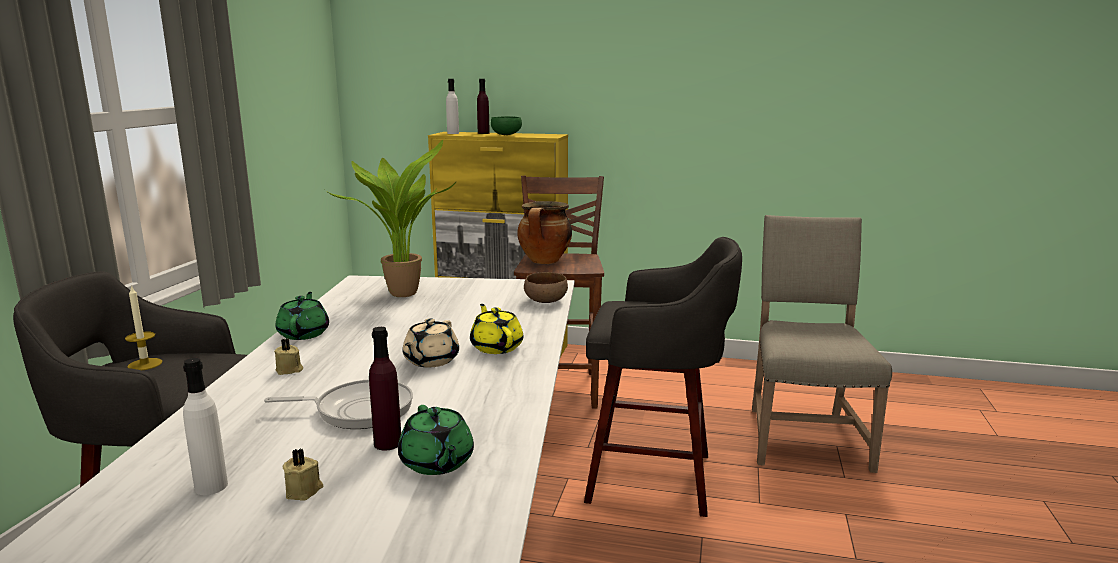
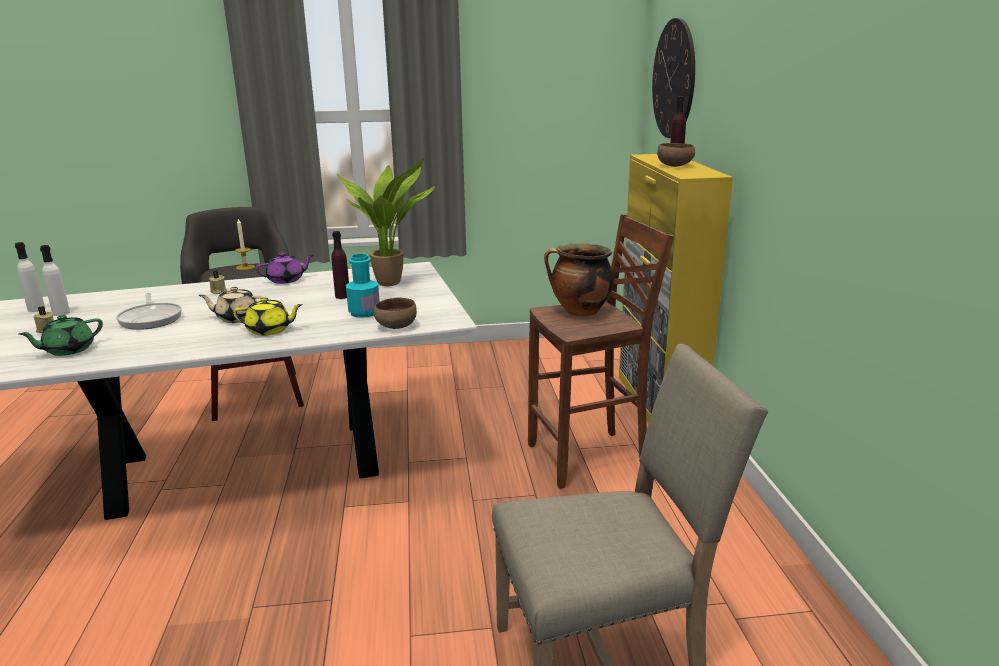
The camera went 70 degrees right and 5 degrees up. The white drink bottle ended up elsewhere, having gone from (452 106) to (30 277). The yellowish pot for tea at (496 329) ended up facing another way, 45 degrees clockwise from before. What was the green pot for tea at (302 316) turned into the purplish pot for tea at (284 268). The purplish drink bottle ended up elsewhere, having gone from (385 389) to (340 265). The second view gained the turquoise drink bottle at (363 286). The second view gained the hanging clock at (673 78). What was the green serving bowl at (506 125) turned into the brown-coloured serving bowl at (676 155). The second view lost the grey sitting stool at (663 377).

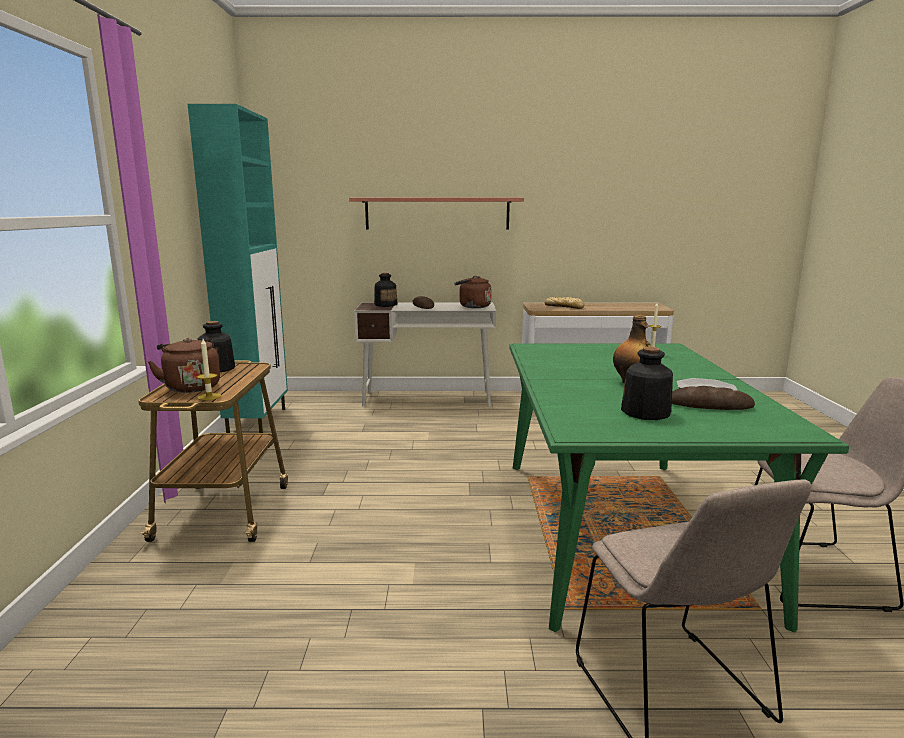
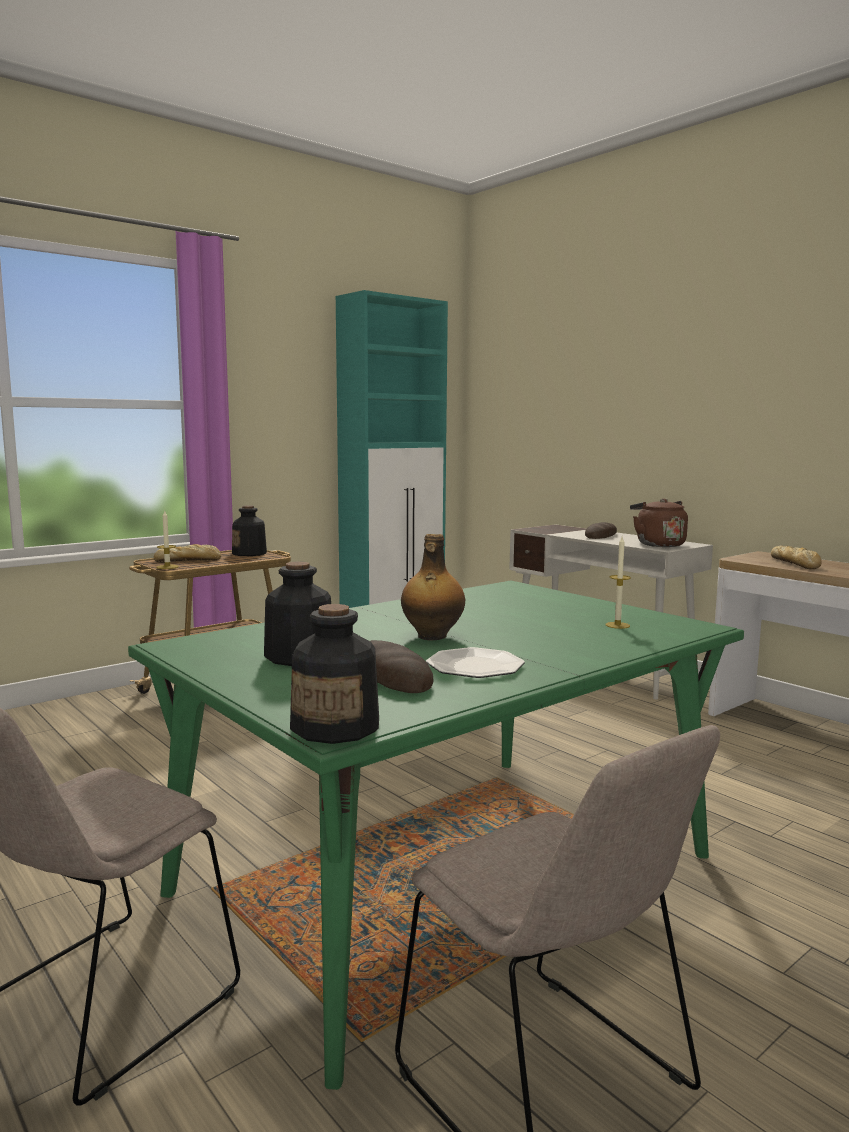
The camera went 50 degrees right and 5 degrees down. Where the brown-coloured water kettle stood at (184 365), the baked bread came to stand at (187 553). The drink bottle ended up elsewhere, having gone from (386 290) to (334 674). The second view lost the bracket shelf at (436 213).

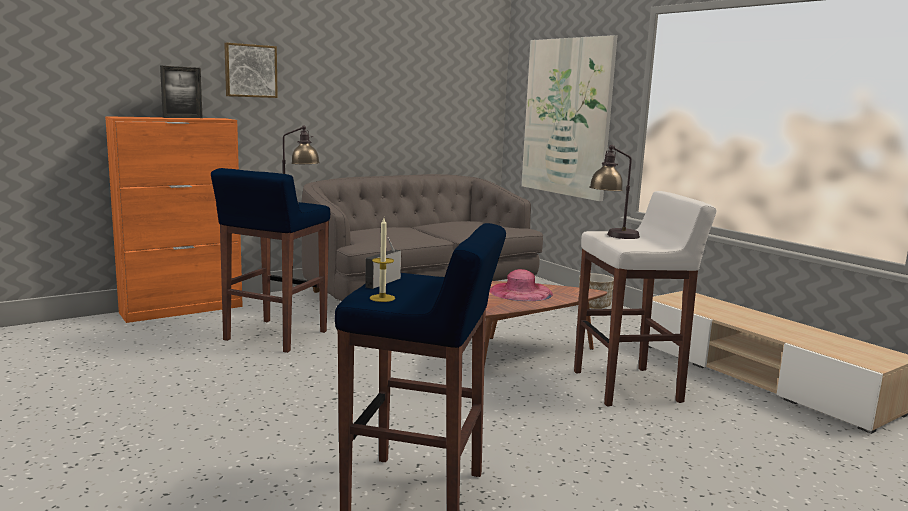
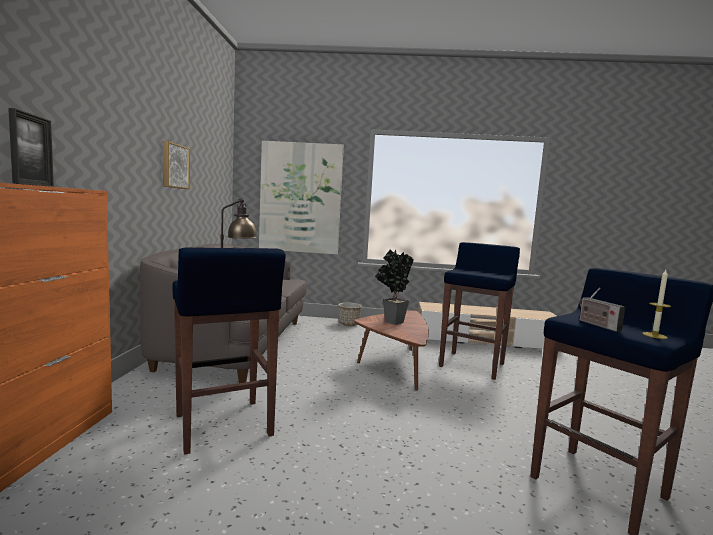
The camera went 50 degrees left and 5 degrees down. The wall art ended up elsewhere, having gone from (251 70) to (176 165). Where the pinkish hat stood at (521 285), the plant in a pot came to stand at (394 287). What was the white sitting stool at (645 299) turned into the bluish sitting stool at (479 311). The second view lost the tabletop lamp at (614 192).

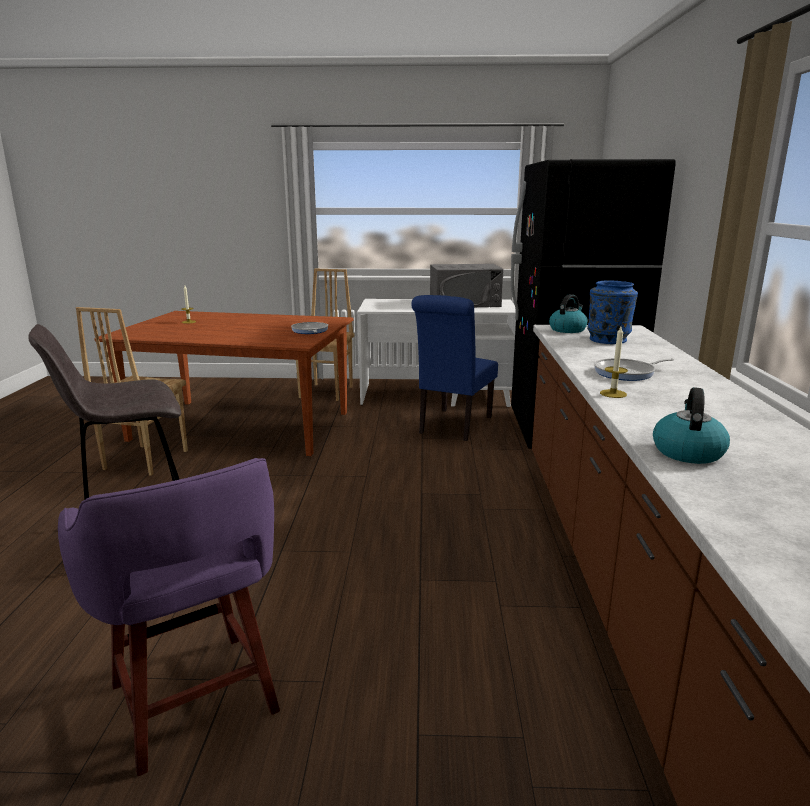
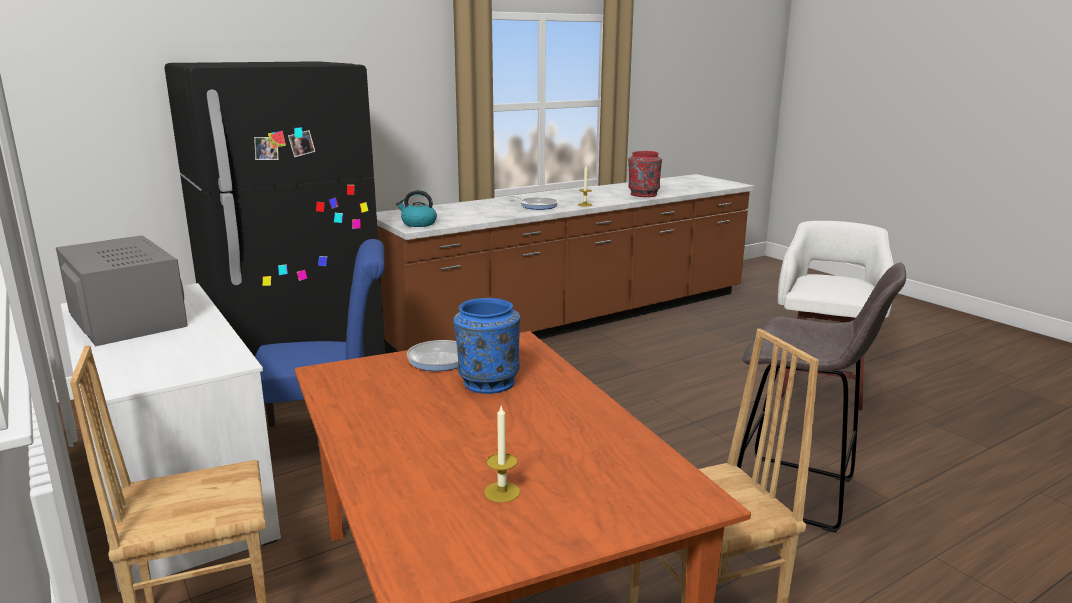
The camera went 125 degrees left and 0 degrees up. The bluish decorative vase ended up elsewhere, having gone from (612 312) to (486 346). Where the water kettle stood at (691 425), the red-coloured decorative vase came to stand at (645 174). What was the purplish sitting stool at (169 617) turned into the white sitting stool at (836 315).

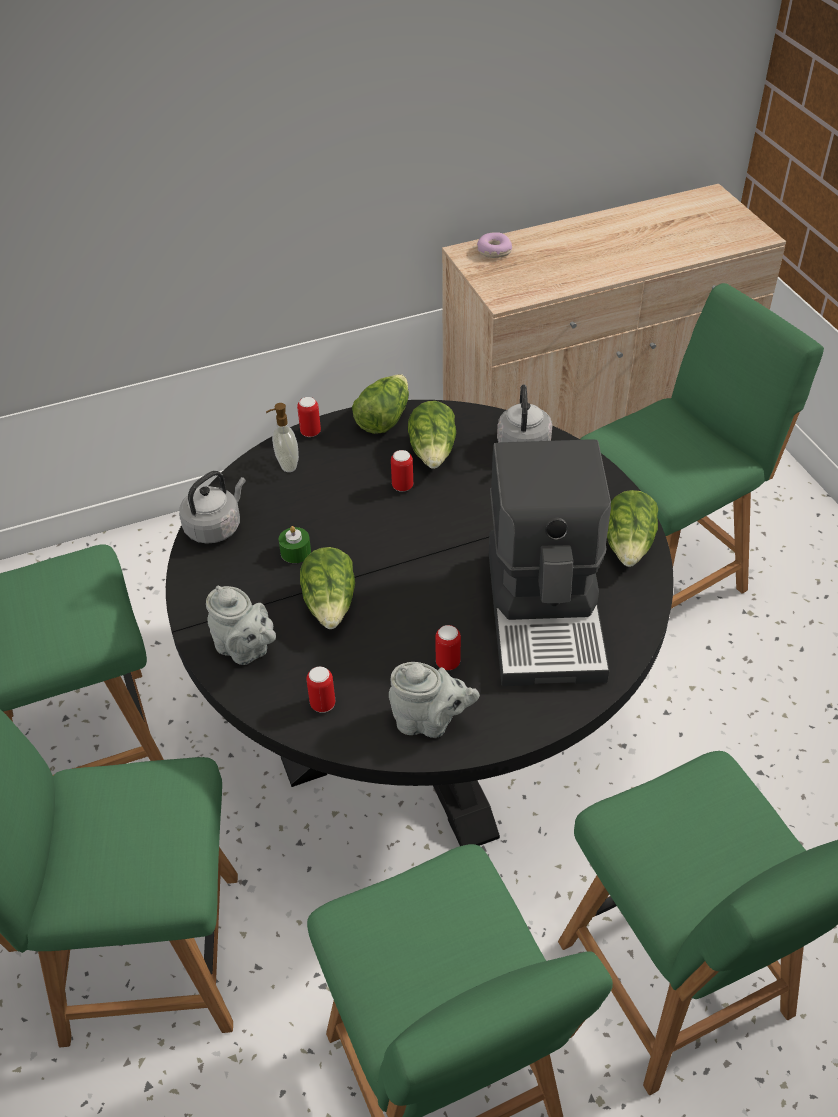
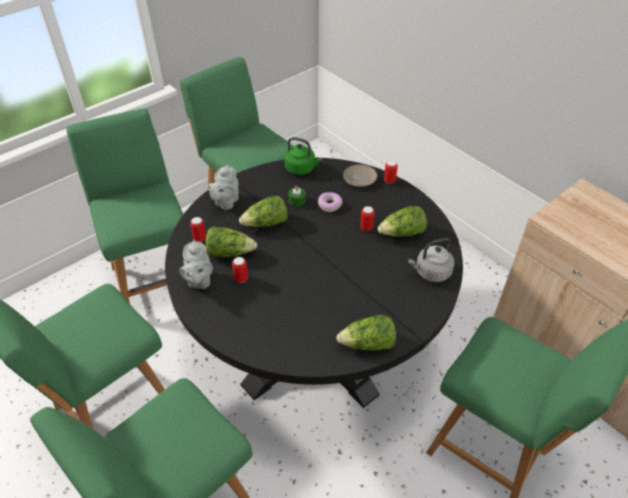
The camera went 70 degrees right and 0 degrees up. The lettuce head ended up elsewhere, having gone from (380 404) to (231 241). What was the grey water kettle at (212 507) turned into the green water kettle at (303 156). The doughnut ended up elsewhere, having gone from (494 245) to (330 202). Where the soap dispenser stood at (282 437), the beige flat dish came to stand at (360 176). The second view lost the coffee brewer at (550 562).

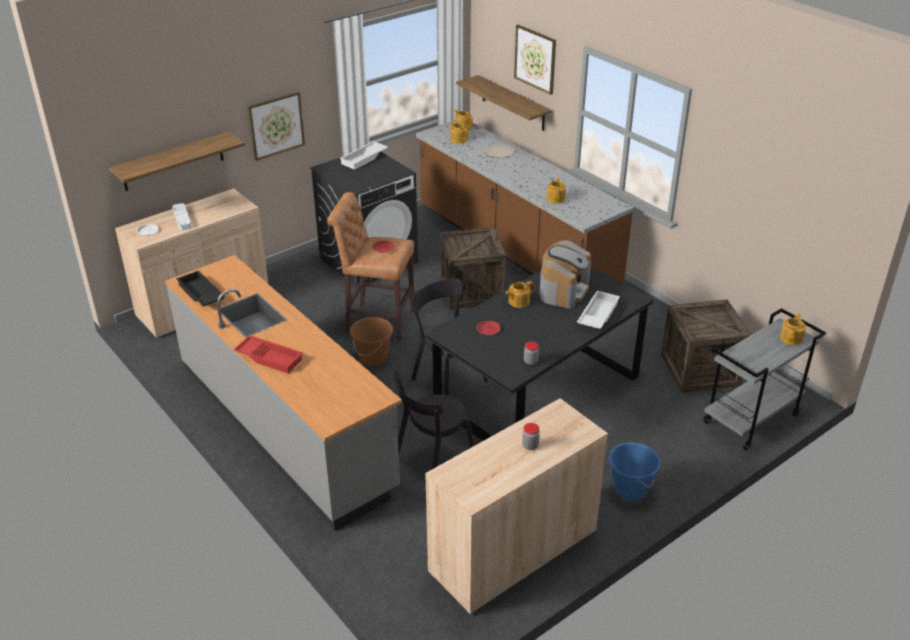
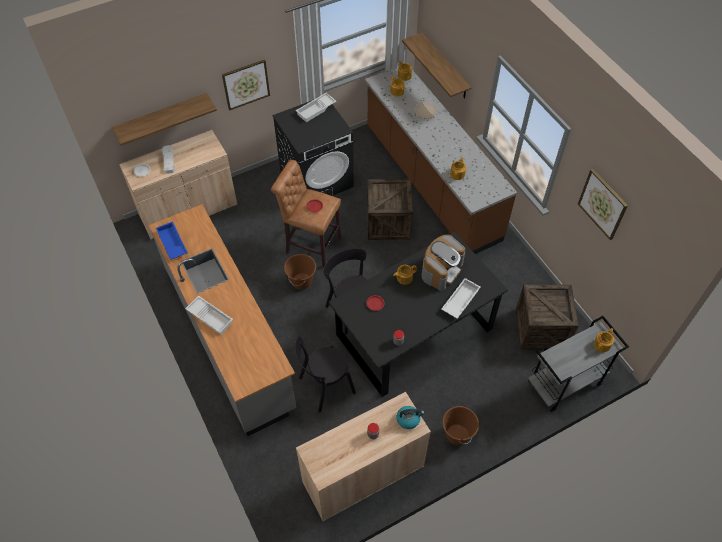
The camera went 10 degrees right and 20 degrees up. What was the black-coloured tray at (200 288) turned into the bluish tray at (172 240). What was the red-coloured tray at (268 354) turned into the white tray at (209 315). The second view gained the water kettle at (410 417). What was the bluish pail at (634 472) turned into the brown-coloured pail at (460 425). The wall art ended up elsewhere, having gone from (535 60) to (603 204).

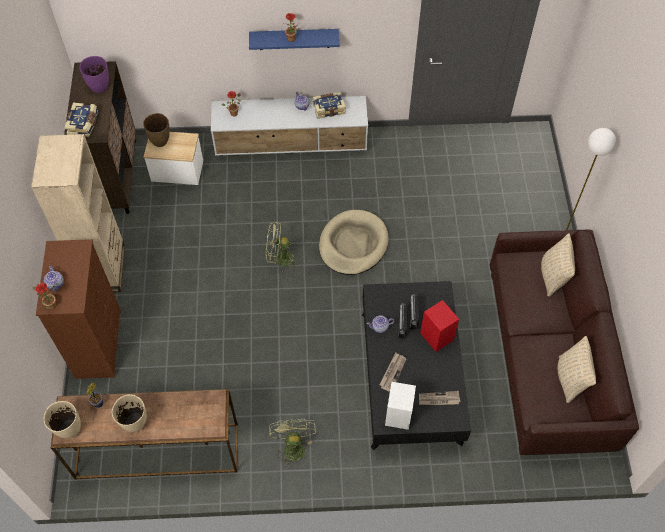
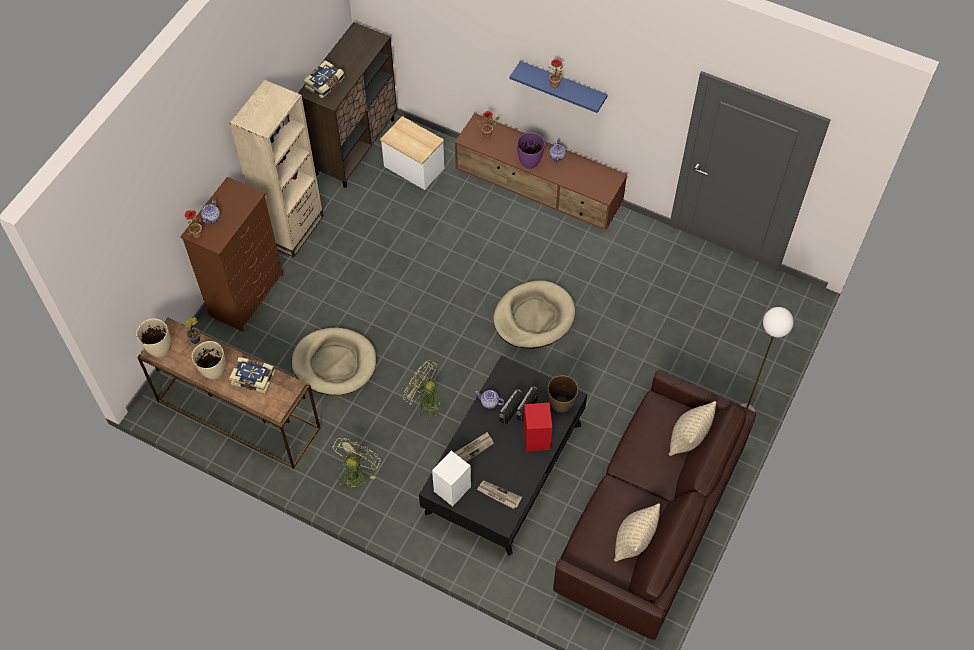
The camera went 30 degrees right and 0 degrees up. The volume ended up elsewhere, having gone from (329 105) to (252 375). The second view gained the beige dog cushion at (333 361). The green electric fan ended up elsewhere, having gone from (282 247) to (422 389). What was the white tv unit at (289 126) turned into the brown-coloured tv unit at (541 171). The purplish decorative vase ended up elsewhere, having gone from (94 74) to (531 150). The brown-coloured decorative vase ended up elsewhere, having gone from (156 130) to (562 394).

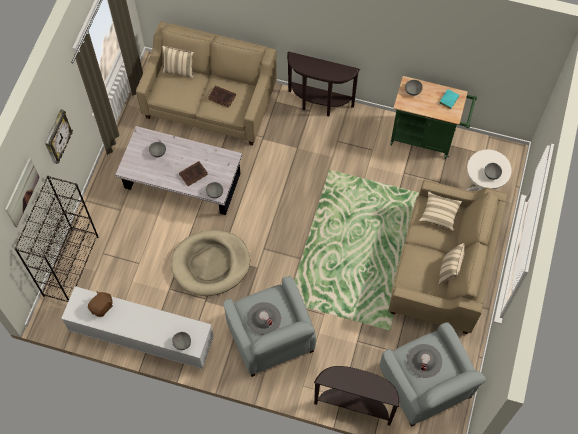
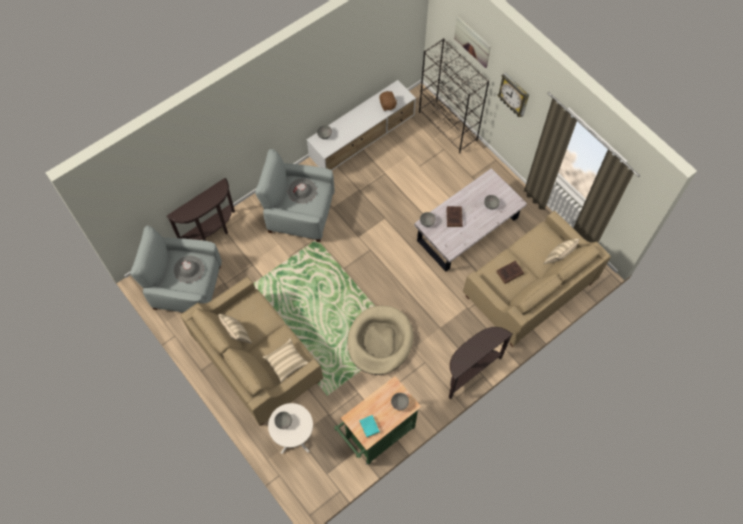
The camera went 125 degrees right and 0 degrees up. The beige dog cushion ended up elsewhere, having gone from (210 263) to (380 340).

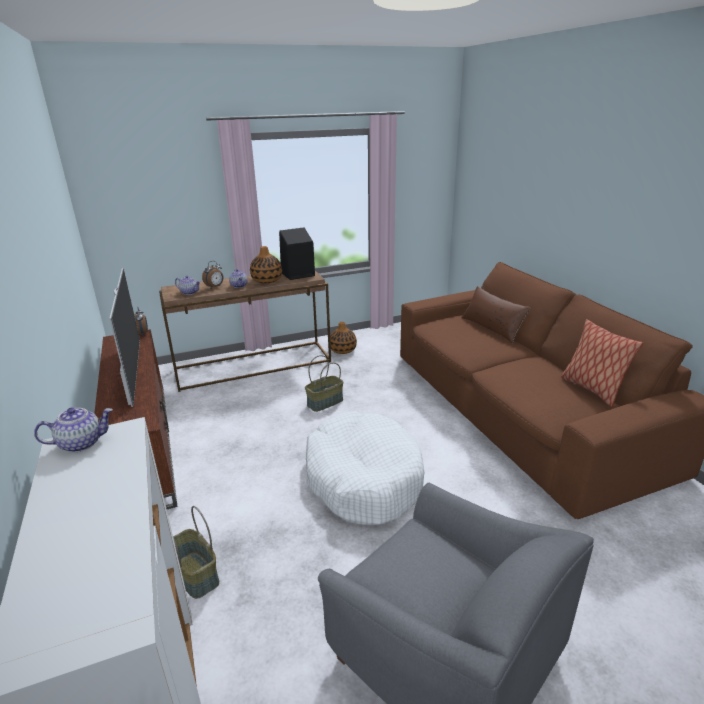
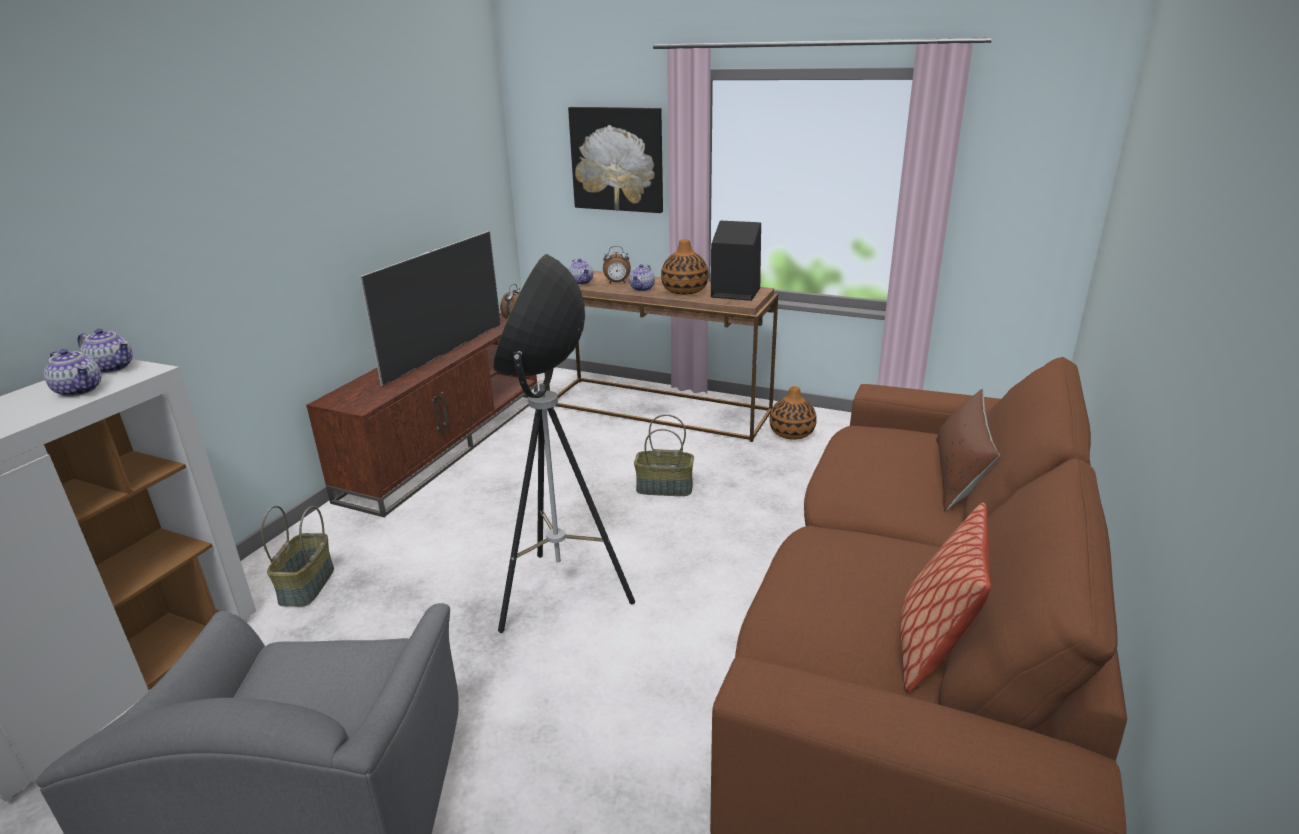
The camera went 45 degrees right and 0 degrees up. The second view gained the pot for tea at (72 373). Where the white dog cushion stood at (365 468), the standard lamp came to stand at (564 443). The second view gained the wall art at (615 160).

